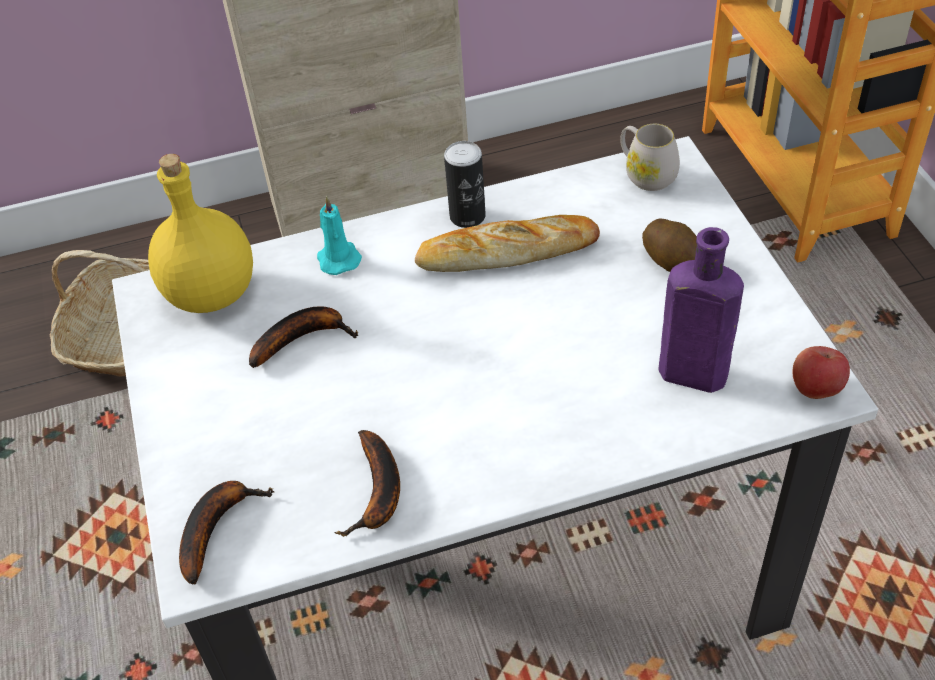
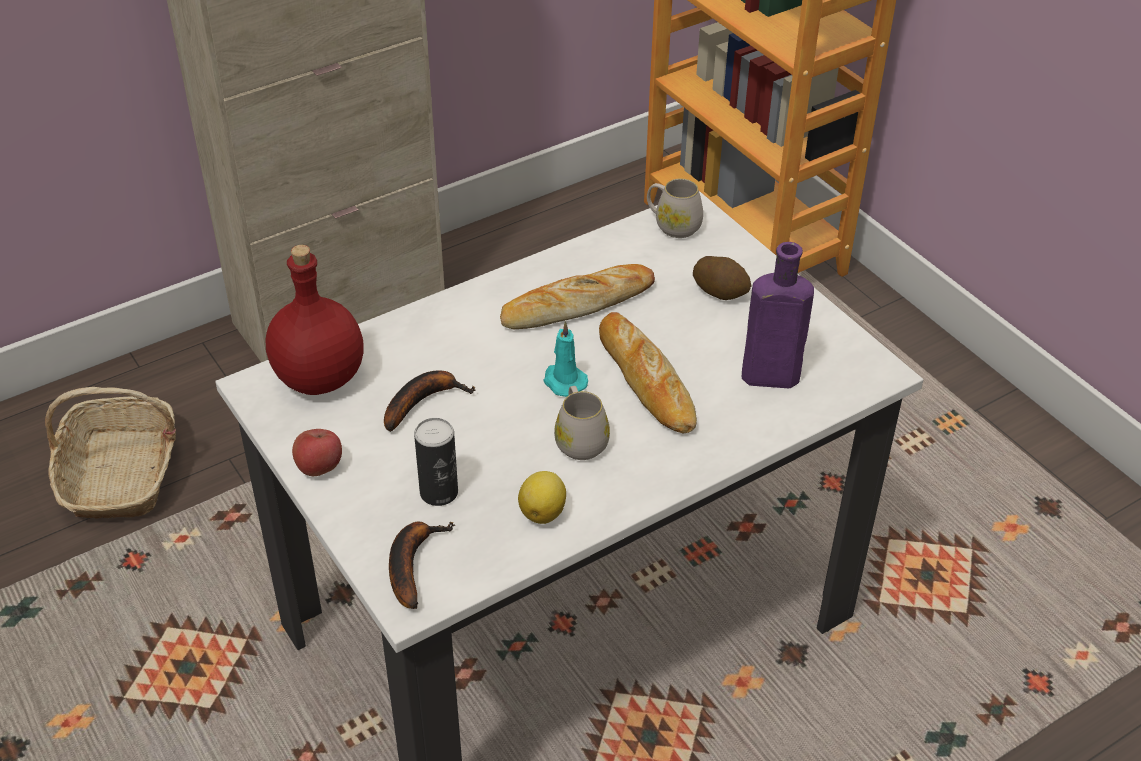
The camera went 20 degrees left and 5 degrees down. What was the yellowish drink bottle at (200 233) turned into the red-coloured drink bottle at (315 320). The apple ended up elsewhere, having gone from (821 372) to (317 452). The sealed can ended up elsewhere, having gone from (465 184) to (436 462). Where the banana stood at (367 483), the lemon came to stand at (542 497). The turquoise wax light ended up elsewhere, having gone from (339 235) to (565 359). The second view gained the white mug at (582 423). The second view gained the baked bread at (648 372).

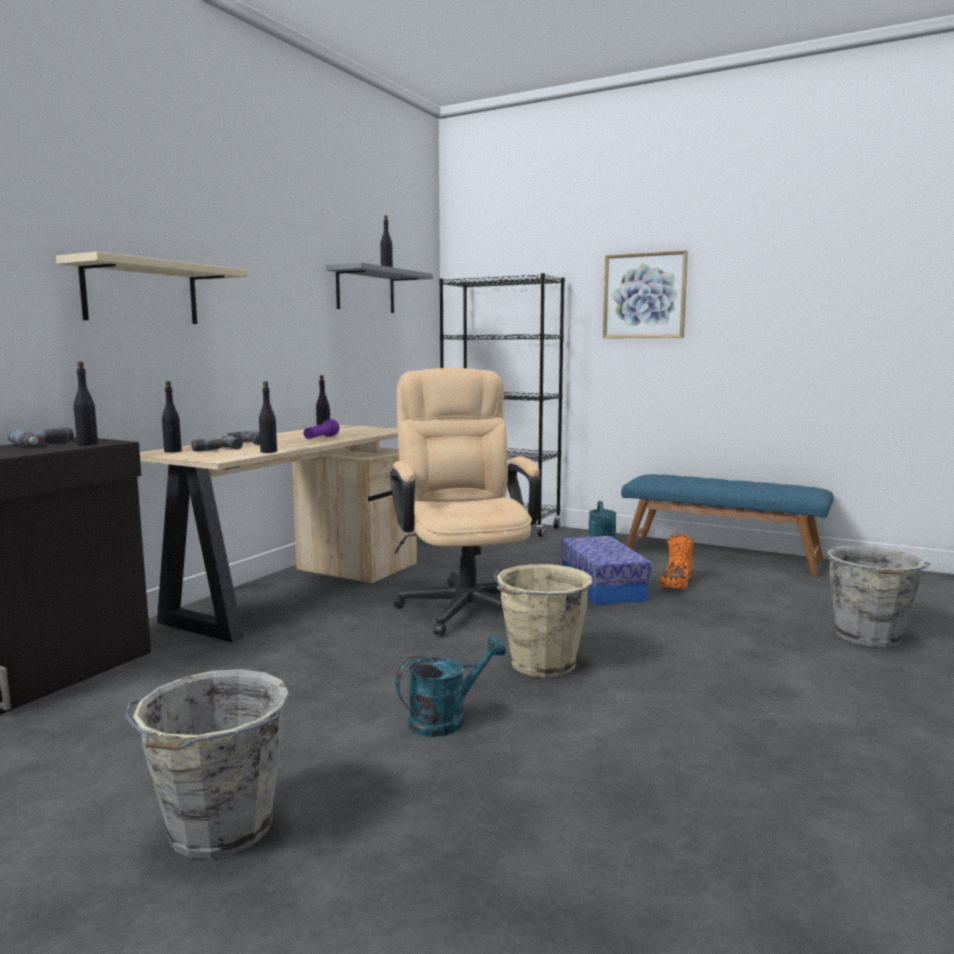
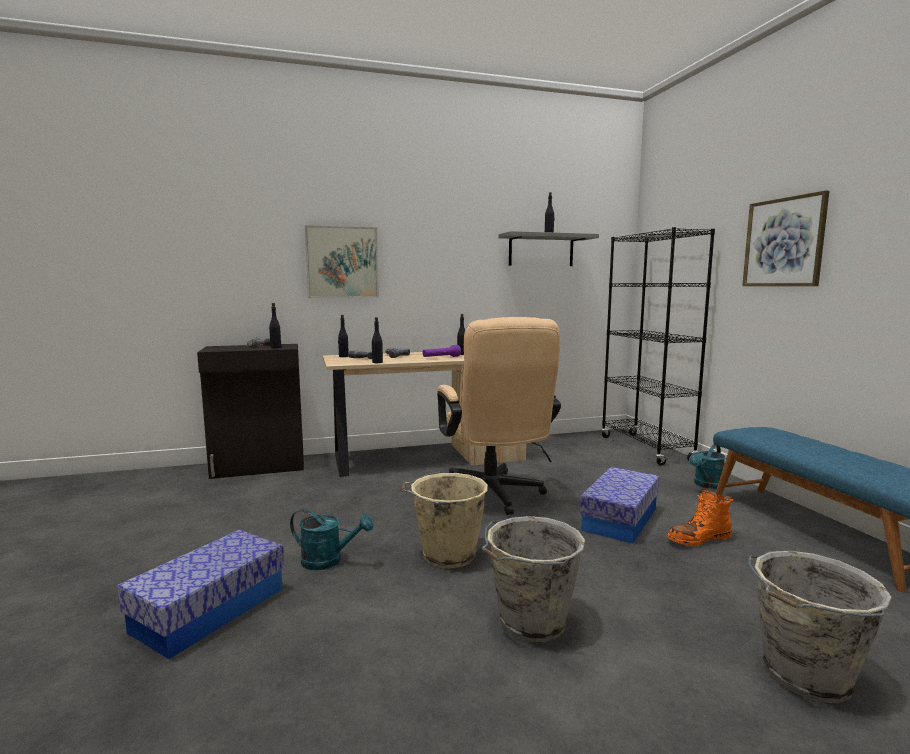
The camera went 45 degrees right and 0 degrees up. The second view gained the storage box at (201 594). Where the beige bracket shelf hung at (152 288), the wall art came to hang at (342 261). The beige computer chair at (465 502) ended up facing another way, 135 degrees clockwise from before. The grey pail ended up elsewhere, having gone from (207 764) to (533 579).

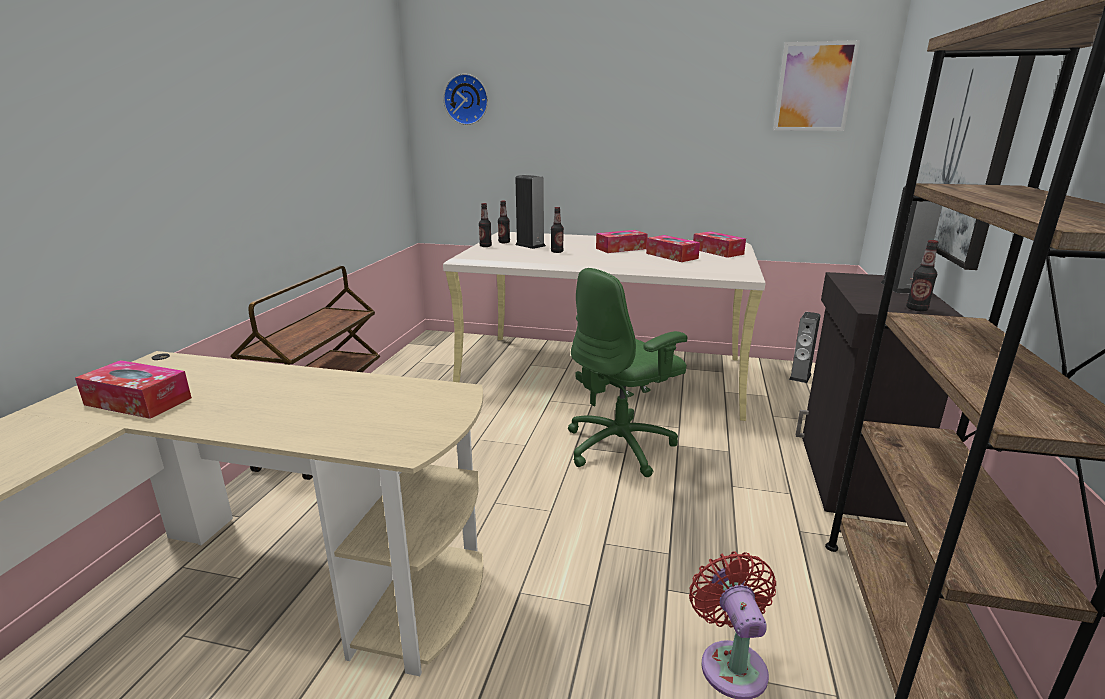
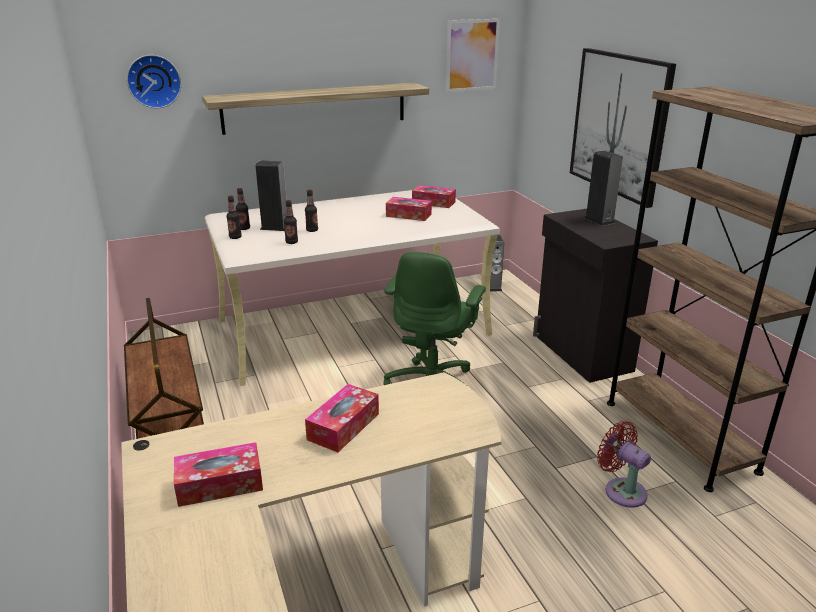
The camera went 35 degrees left and 5 degrees up. The second view gained the bracket shelf at (315 109). The drink bottle ended up elsewhere, having gone from (922 275) to (291 222). The box of tissues ended up elsewhere, having gone from (622 241) to (342 418).

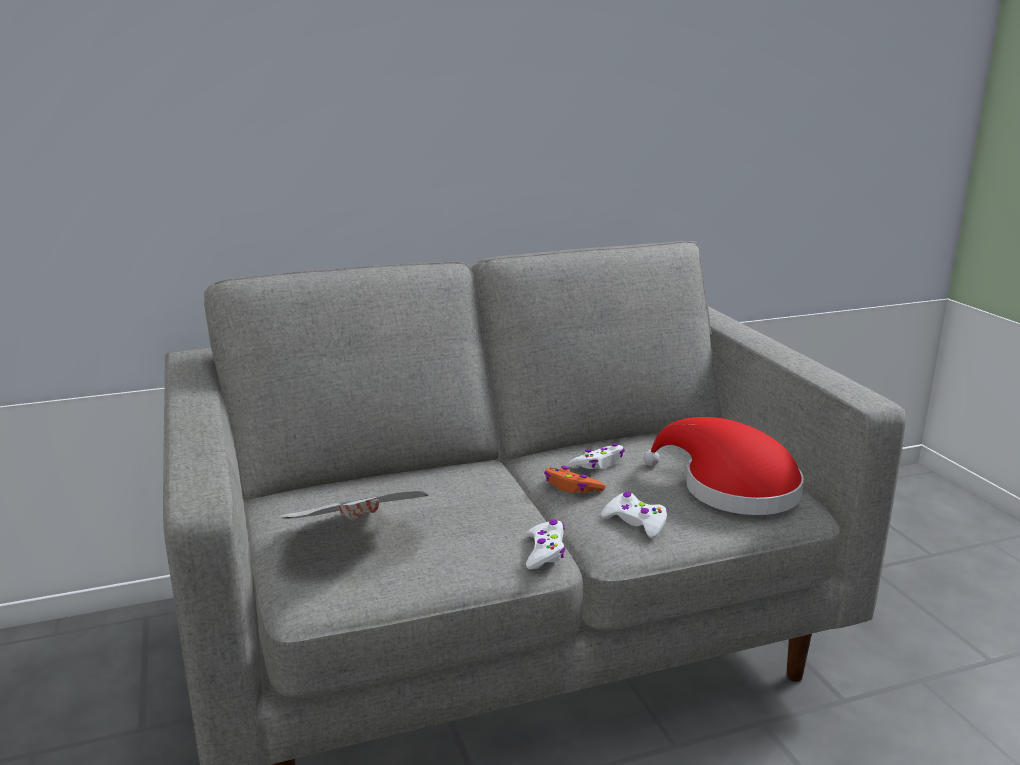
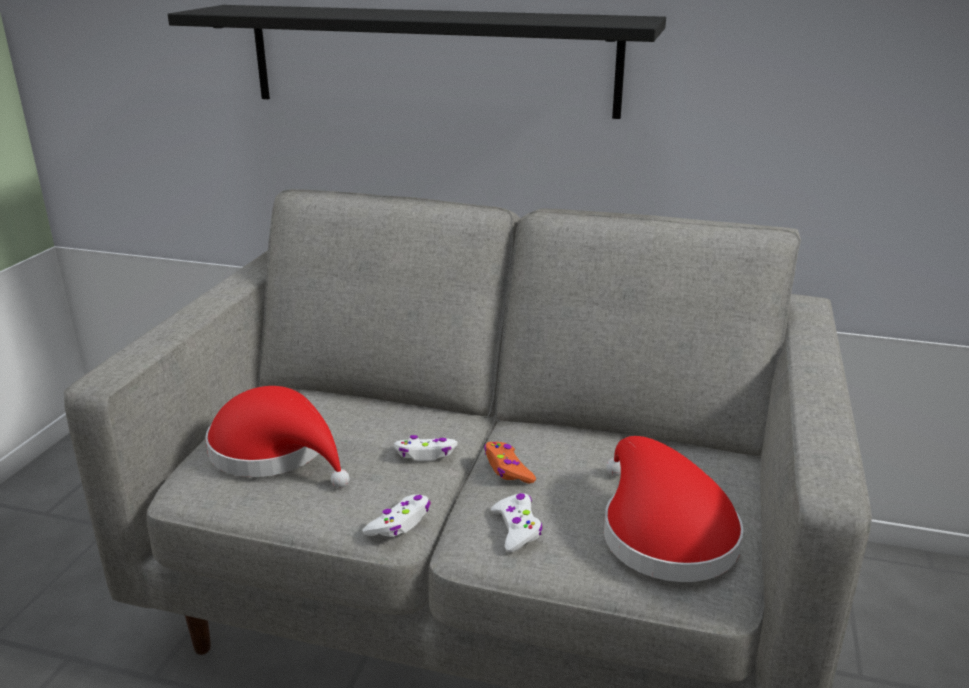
The camera went 35 degrees right and 5 degrees up. The second view gained the black-coloured bracket shelf at (417 62). Where the printed paper stood at (353 506), the red-coloured hat came to stand at (277 437). The white game controller ended up elsewhere, having gone from (596 456) to (425 448).

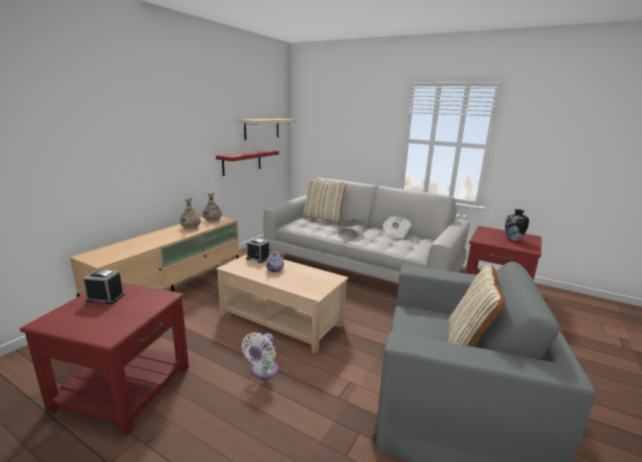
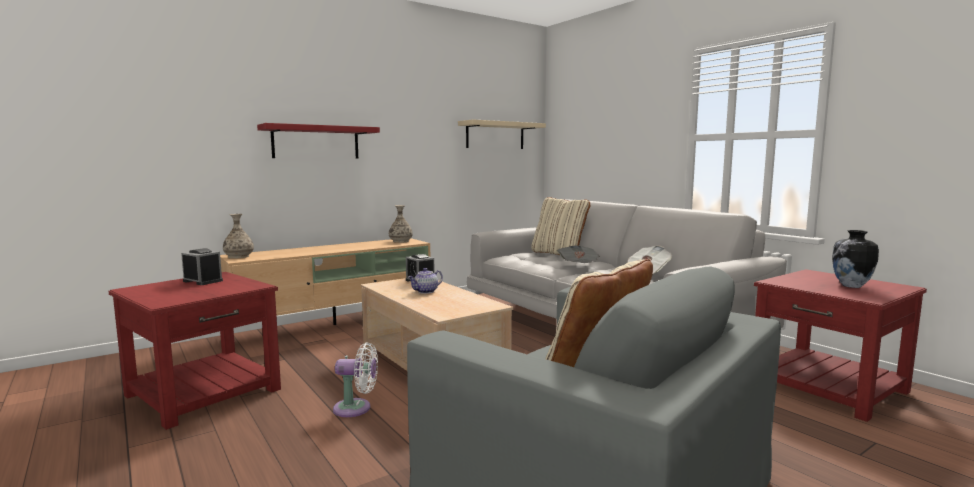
The camera went 25 degrees right and 10 degrees down. The decorative vase ended up elsewhere, having gone from (190 214) to (238 236). The red-coloured bracket shelf ended up elsewhere, having gone from (247 163) to (318 140). The white electric fan at (260 355) ended up facing another way, 135 degrees counterclockwise from before.

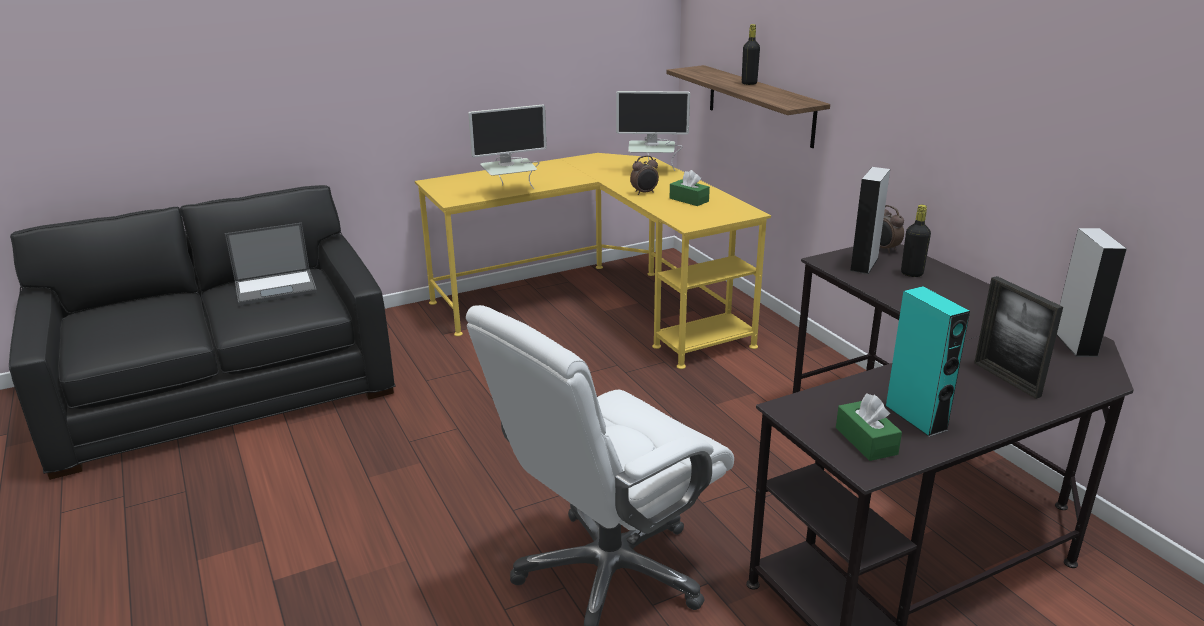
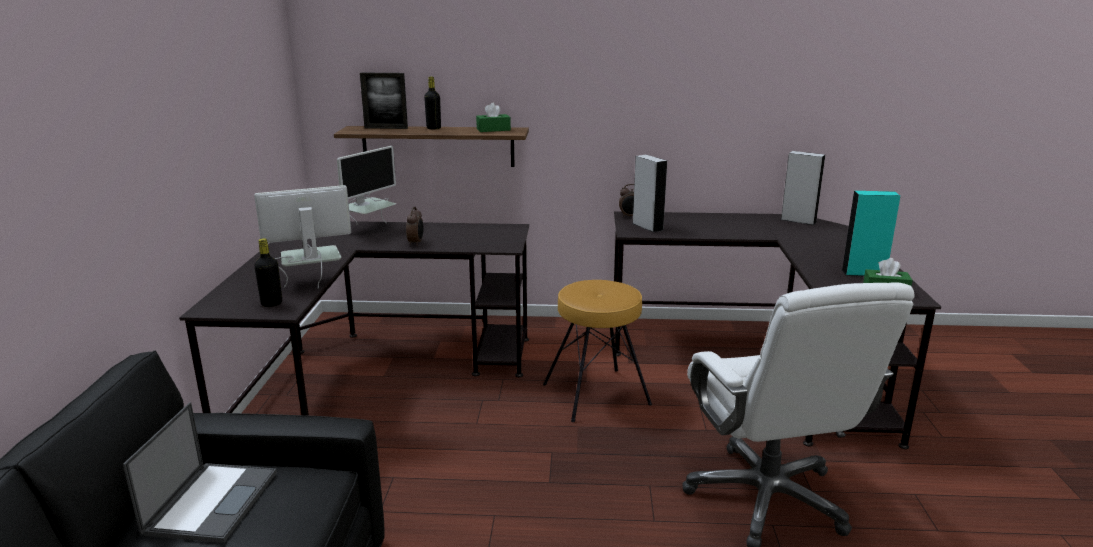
The camera went 60 degrees left and 5 degrees down. What was the yellowish desk at (593 261) turned into the black-coloured desk at (354 318). The monitor at (507 147) ended up facing another way, 120 degrees counterclockwise from before. The black-coloured drink bottle ended up elsewhere, having gone from (916 241) to (268 272). The picture frame ended up elsewhere, having gone from (1018 337) to (384 100). The green box of tissues ended up elsewhere, having gone from (690 188) to (493 117). The second view gained the brown-coloured sitting stool at (597 351).

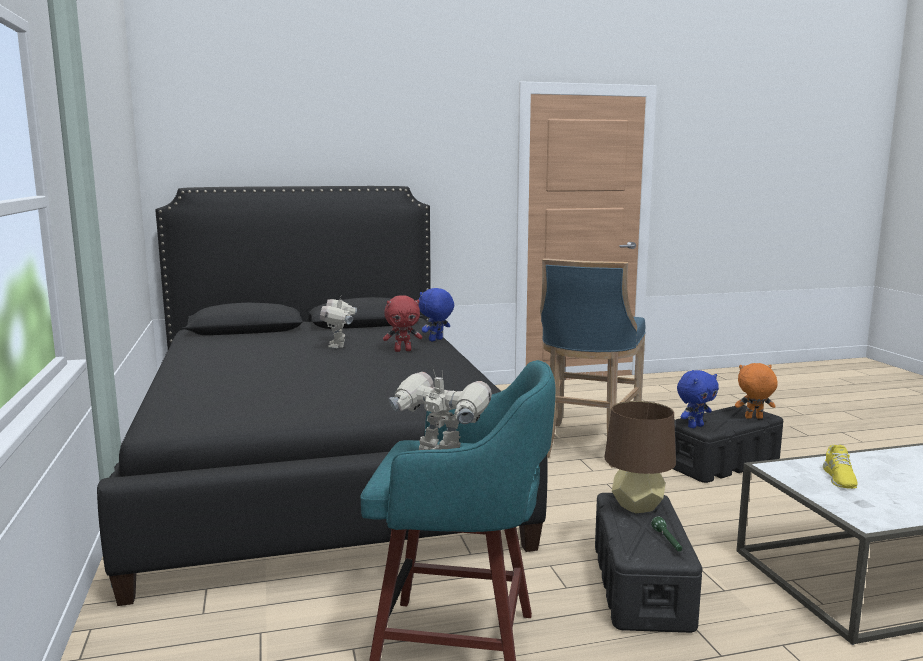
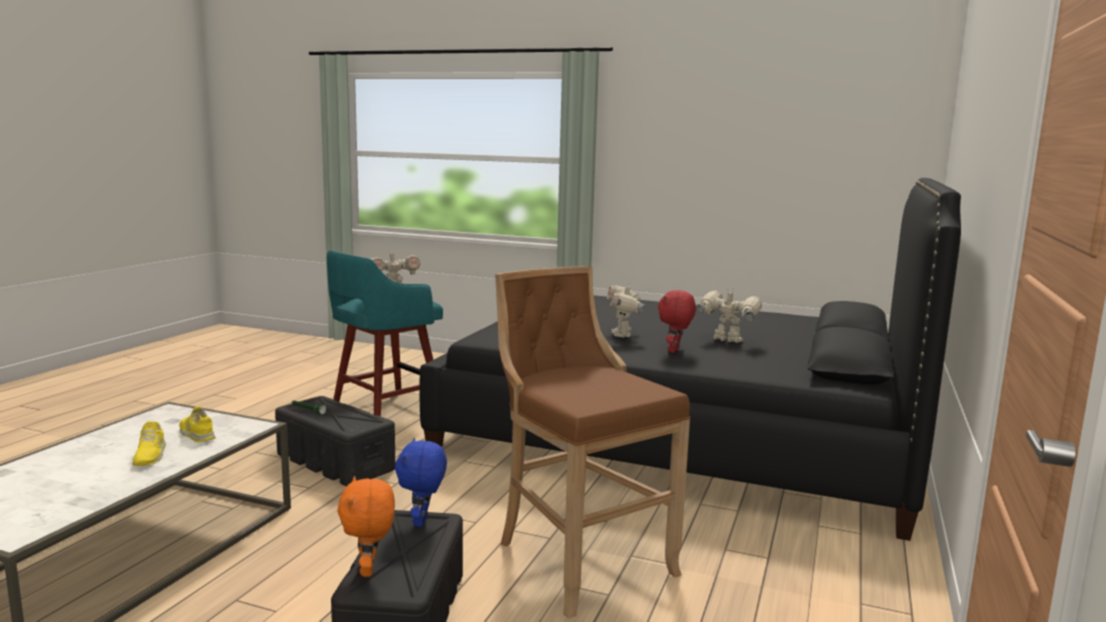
The camera went 125 degrees right and 0 degrees up. The second view gained the yellowish low shoe at (149 443). The orange soft toy at (756 391) ended up facing another way, 135 degrees clockwise from before. What was the bluish sitting stool at (593 362) turned into the brown-coloured sitting stool at (593 442). The second view gained the toy robot at (626 310). The second view lost the bluish soft toy at (436 315). The second view lost the brown-coloured tabletop lamp at (640 457).

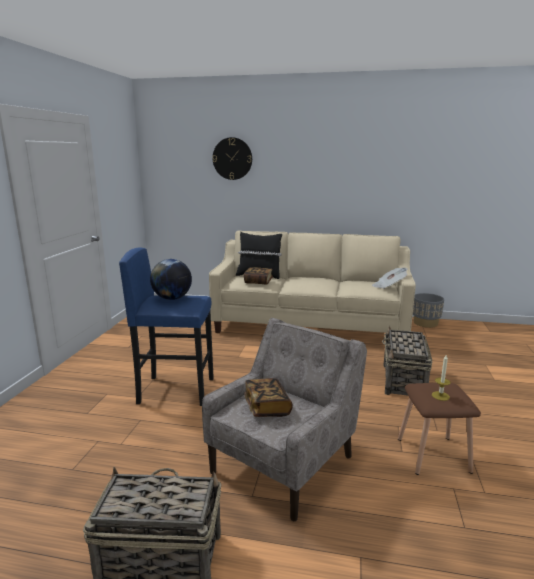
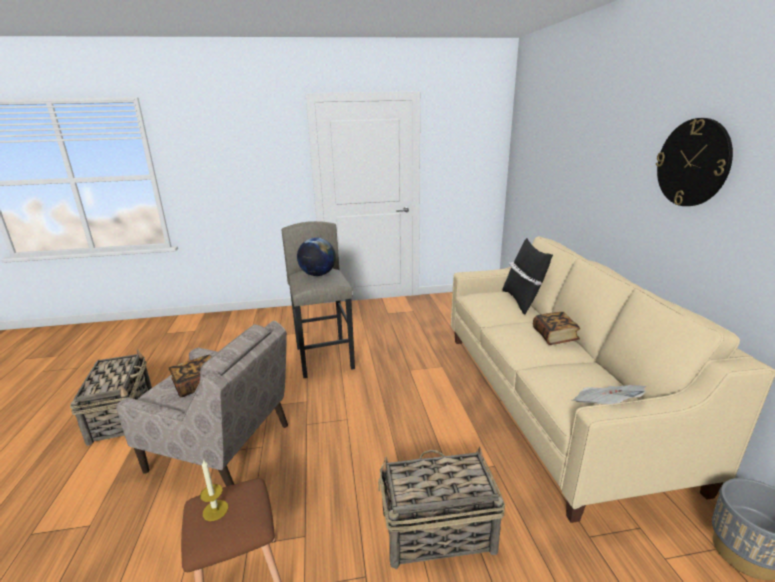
The camera went 70 degrees right and 5 degrees up. What was the bluish sitting stool at (166 327) turned into the grey sitting stool at (318 299). The volume ended up elsewhere, having gone from (258 276) to (556 328). The hanging clock ended up elsewhere, having gone from (232 158) to (694 162).

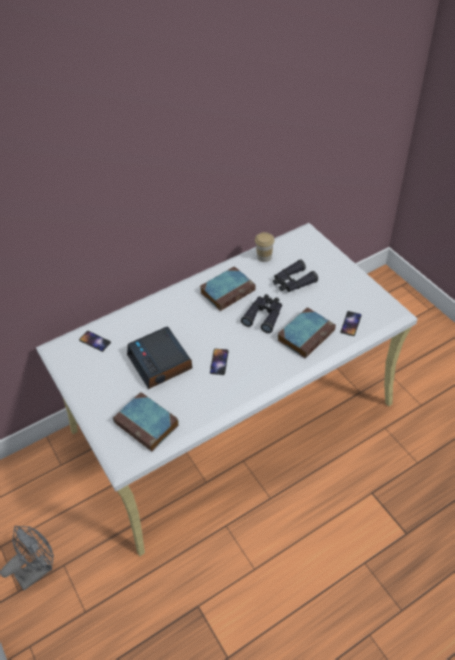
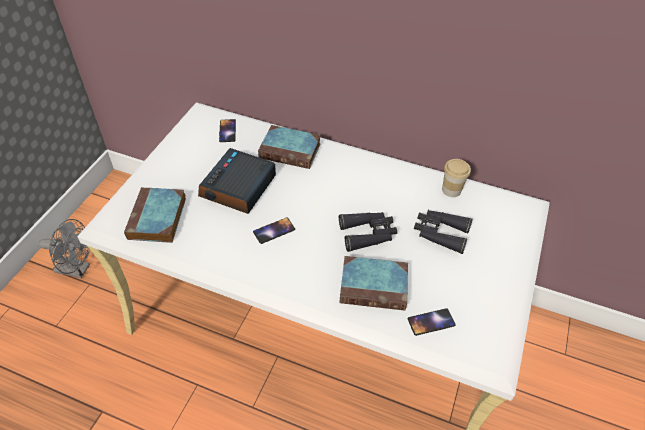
The camera went 50 degrees right and 0 degrees up. The volume ended up elsewhere, having gone from (227 288) to (289 147).

